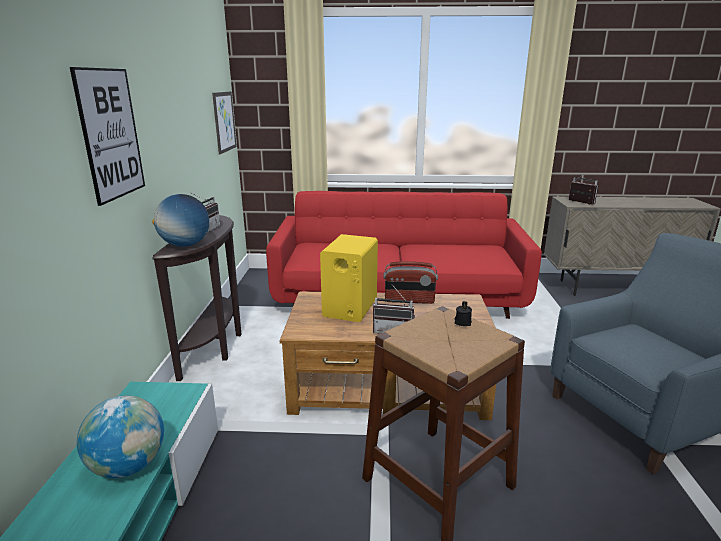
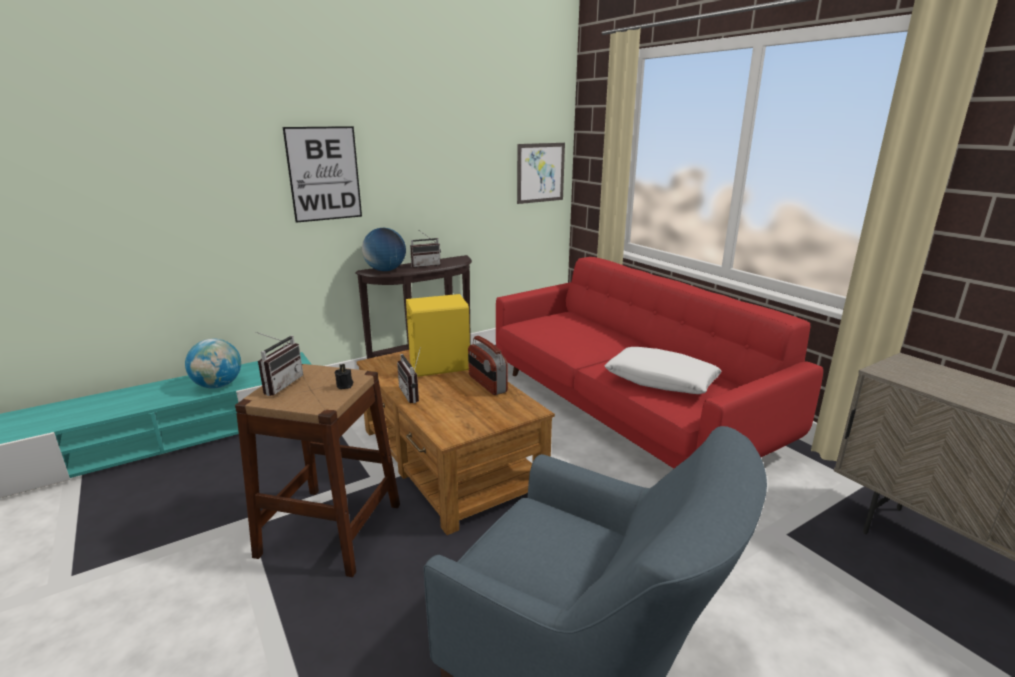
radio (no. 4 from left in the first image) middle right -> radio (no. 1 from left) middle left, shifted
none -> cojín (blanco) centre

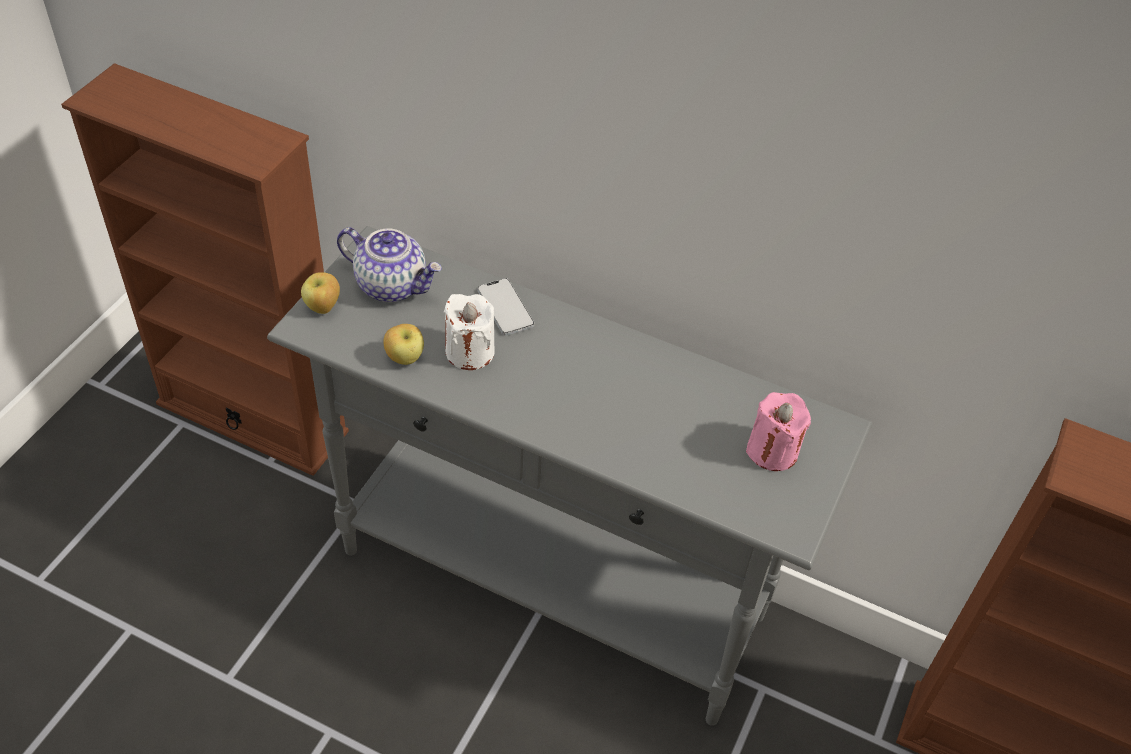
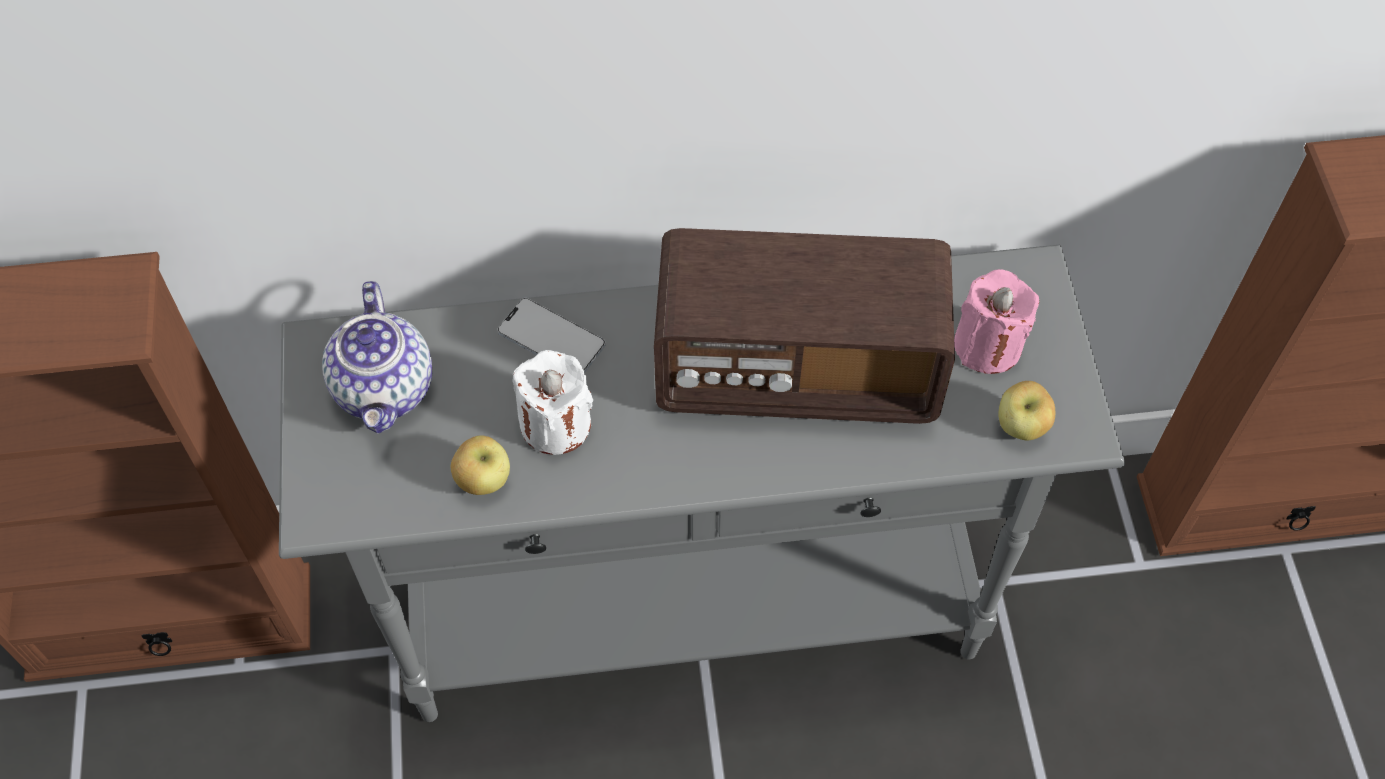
tetera centre -> tetera middle left, 90 degrees clockwise
manzana (no. 1 from left in the first image) middle left -> manzana (no. 2 from left) middle right, shifted
none -> radio centre

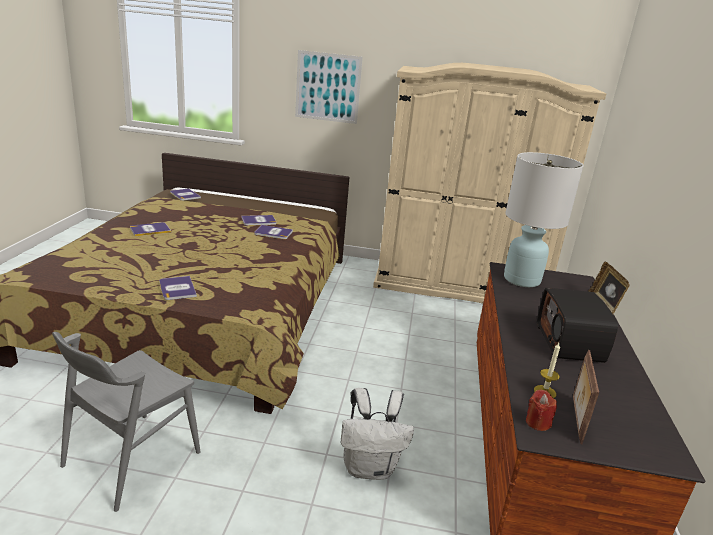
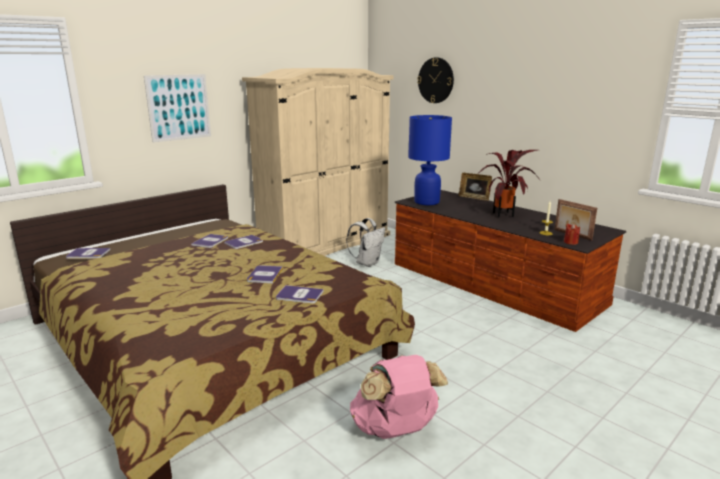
lámpara de mesa (blanco) middle right -> lámpara de mesa (azul) centre
libro (no. 1 from left in the first image) middle left -> libro (no. 4 from left) centre, shifted
radio middle right -> planta en maceta middle right
silla (gris) bottom left -> mochila (rosa) bottom centre
mochila (blanco) bottom centre -> mochila (blanco) centre, shifted
none -> reloj de pared top centre

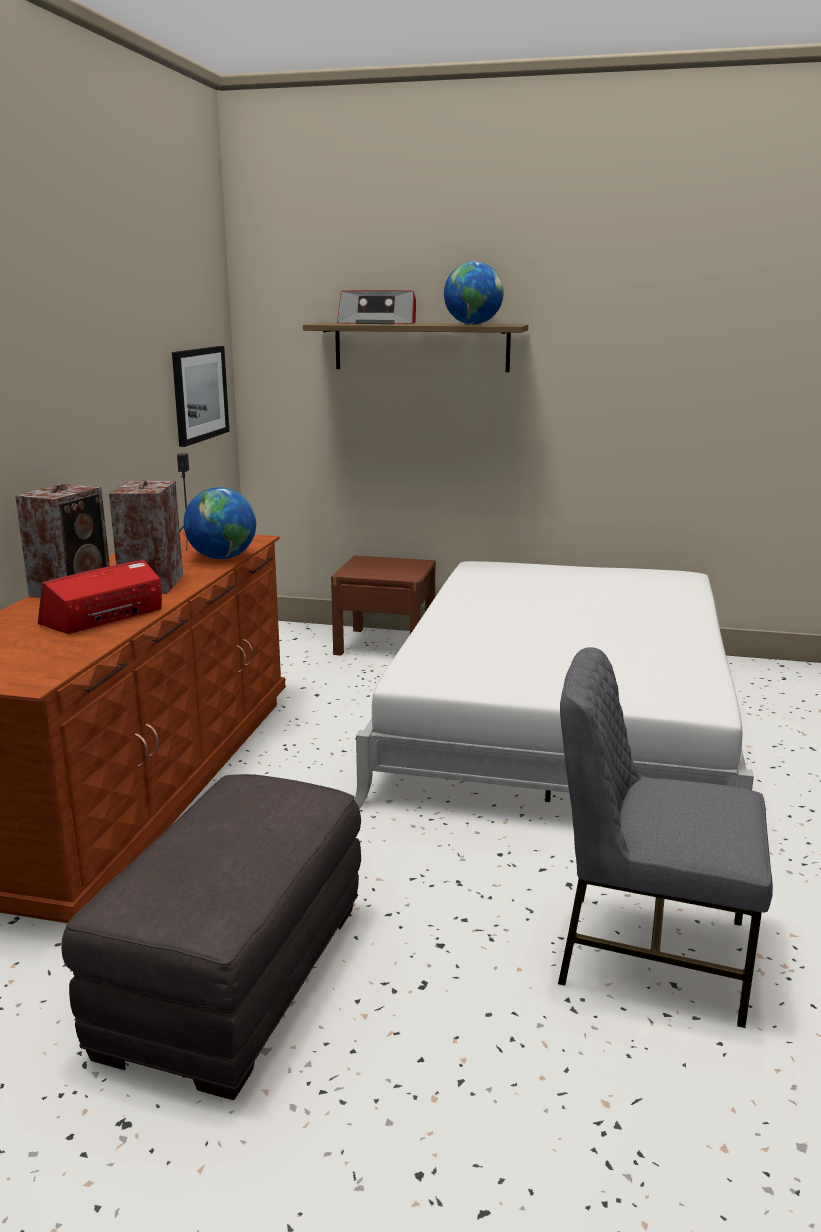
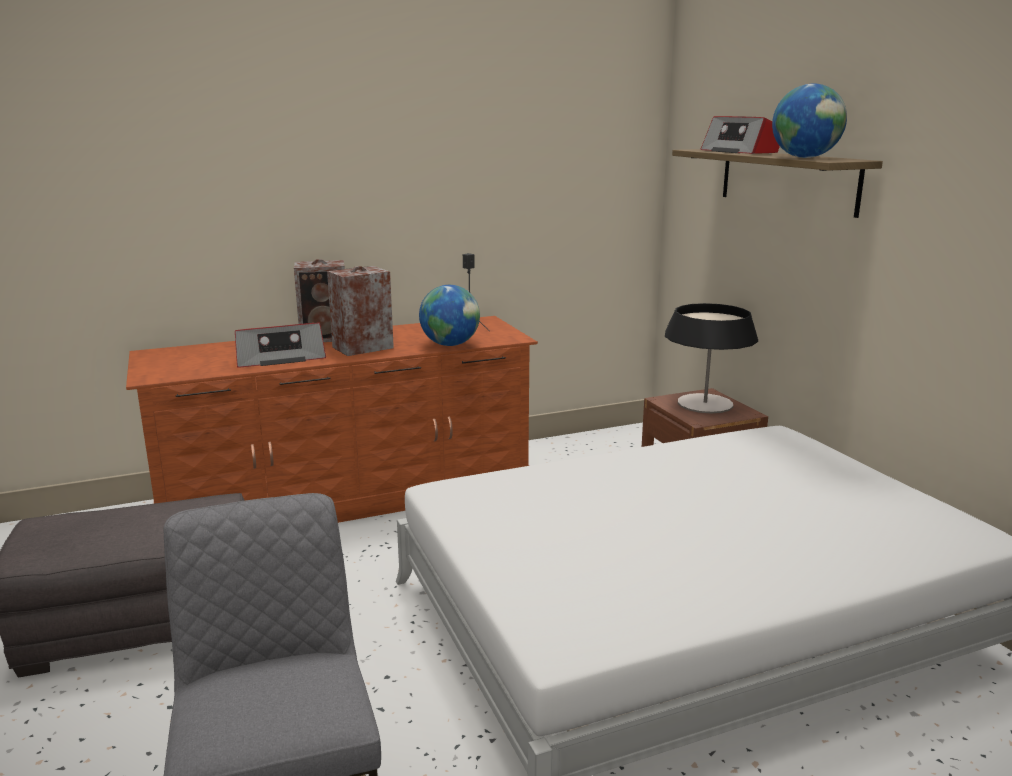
cuadro top left -> none
radio (no. 1 from left) middle left, 150 degrees clockwise
none -> lámpara de mesa middle right

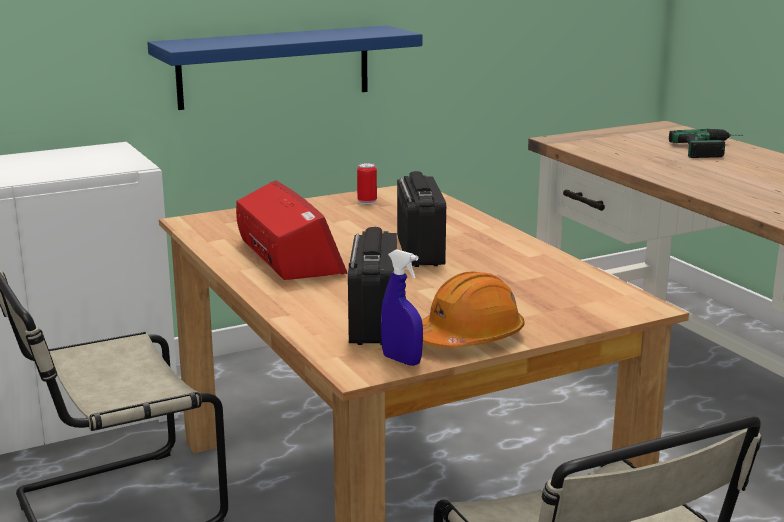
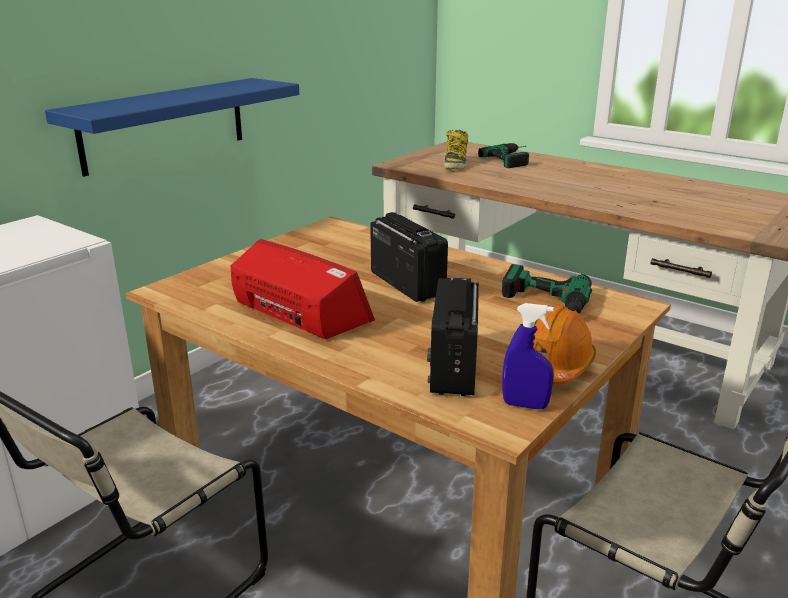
lata centre -> none
radio (no. 2 from left in the first image) centre -> radio (no. 3 from left) centre, 150 degrees counterclockwise
none -> bota top centre
none -> taladro (no. 2 from left) middle right

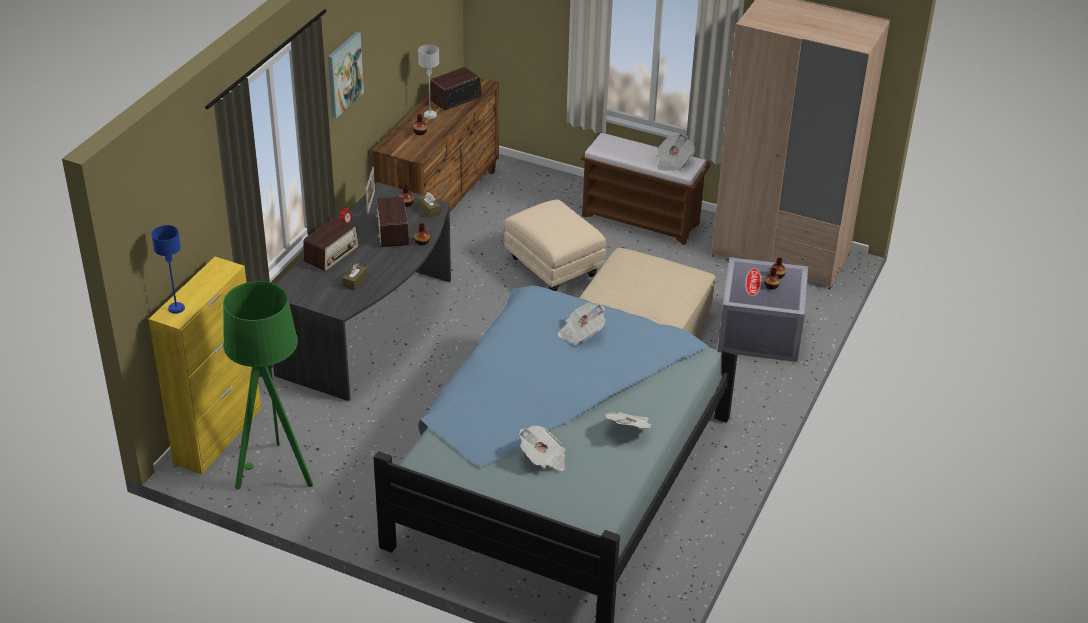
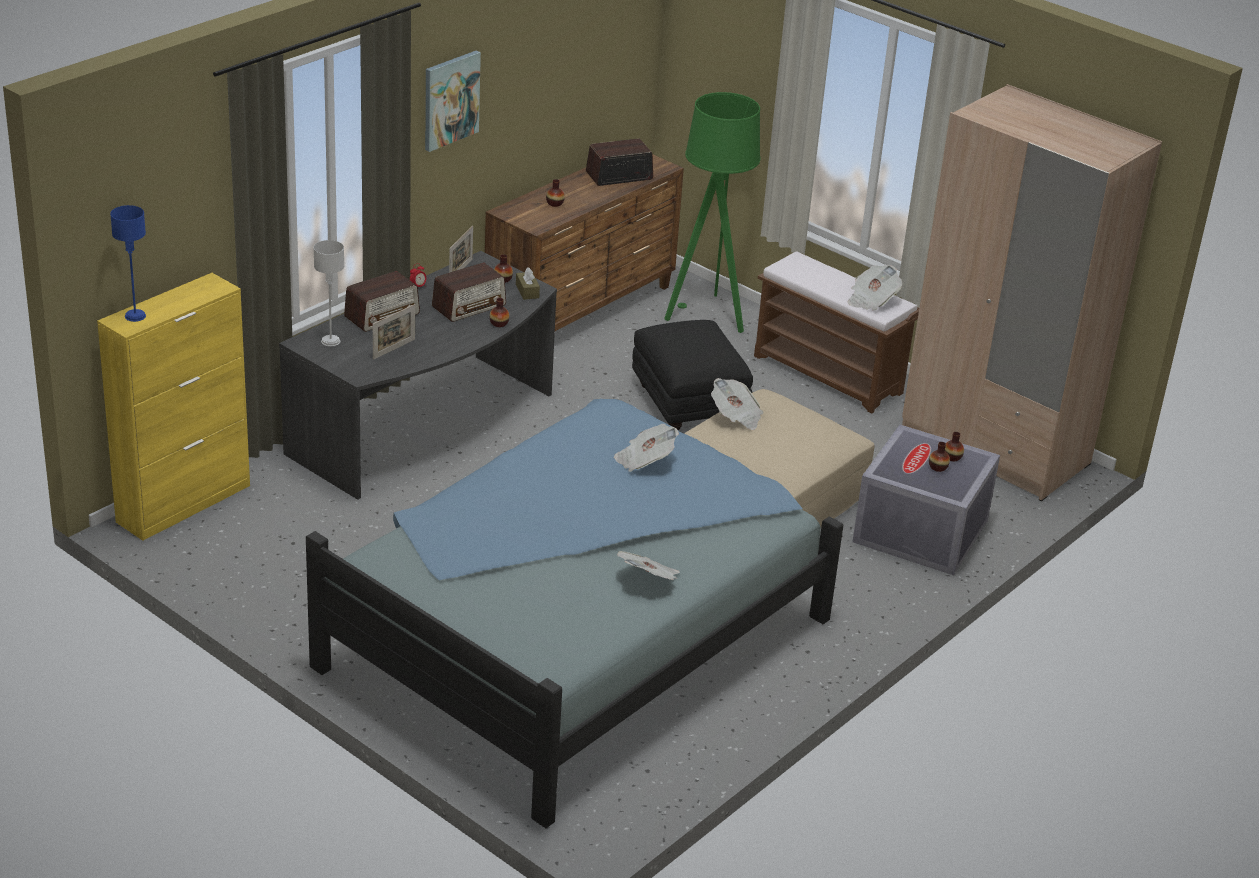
lámpara de mesa (gris) top centre -> lámpara de mesa (gris) middle left, shifted
radio (no. 2 from left) centre -> radio (no. 2 from left) top centre, 135 degrees counterclockwise
puf (beis) (no. 1 from left) centre -> puf (negro) centre
caja de pañuelos (marrón) (no. 1 from left) middle left -> portarretratos (no. 1 from left) middle left
lámpara de pie (verde) middle left -> lámpara de pie (verde) top centre, shifted
periódico (no. 1 from left in the first image) bottom centre -> periódico (no. 3 from left) centre, shifted

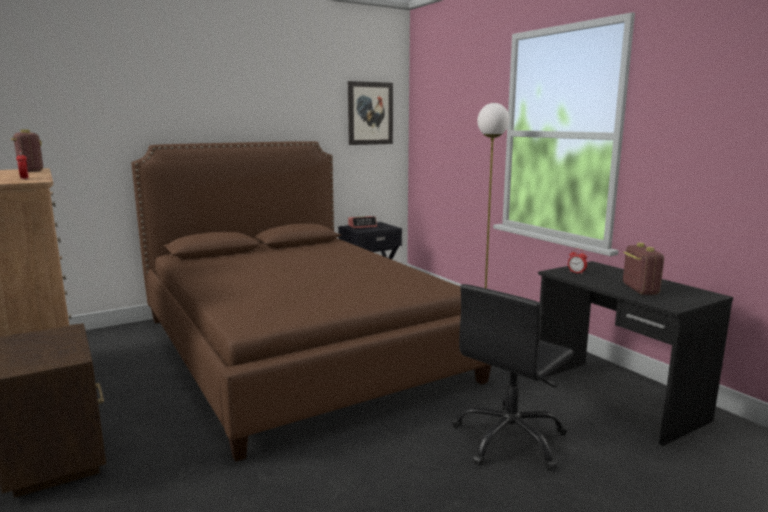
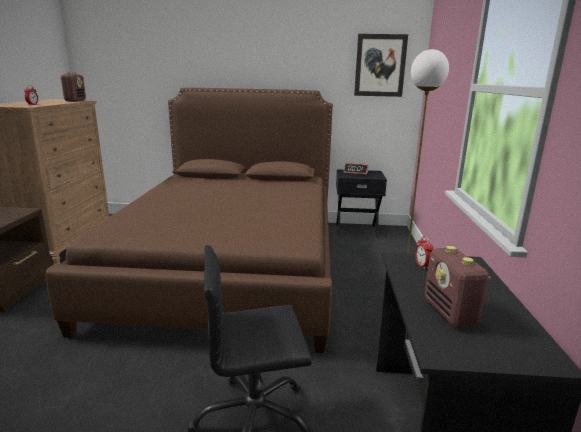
radio (no. 2 from left) middle right, 135 degrees clockwise

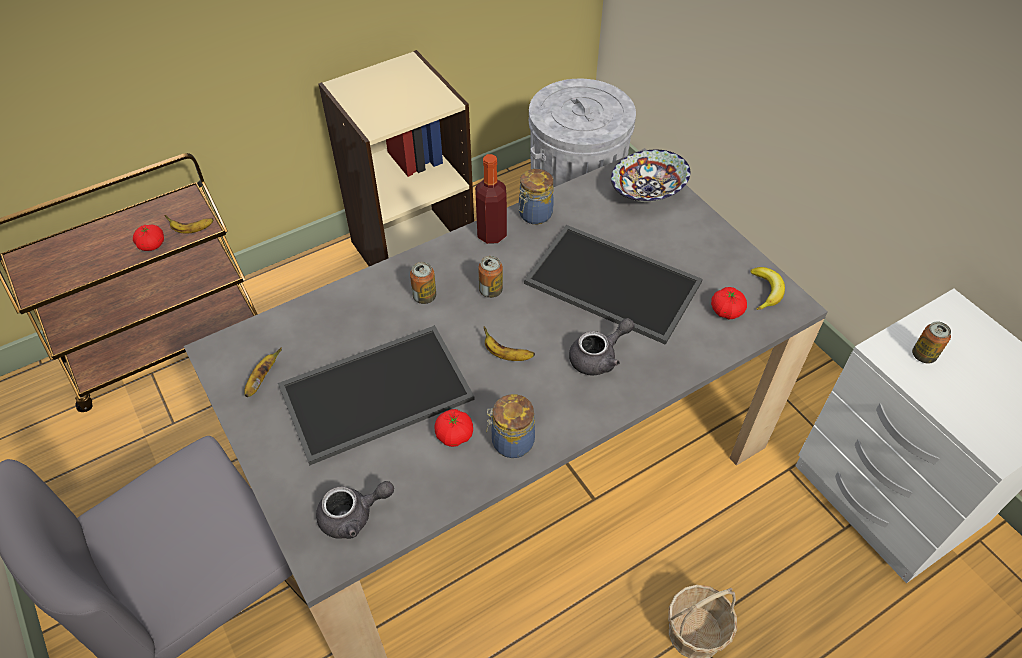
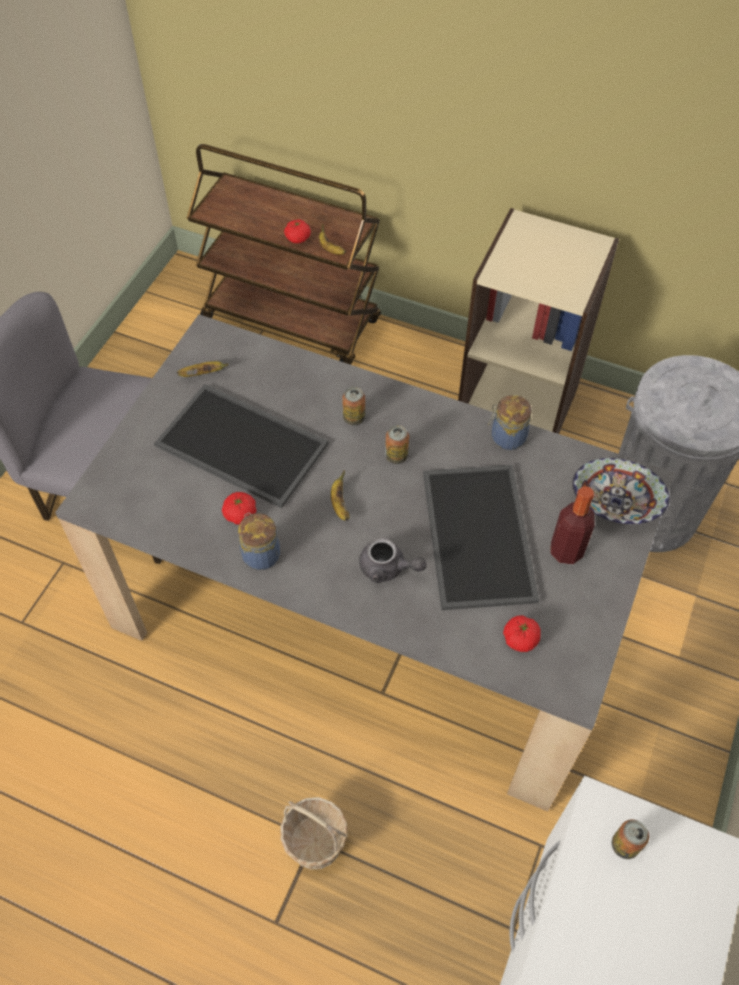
botella top centre -> botella middle right, shifted
plátano (no. 4 from left) middle right -> none
tetera (gris) (no. 1 from left) bottom centre -> none

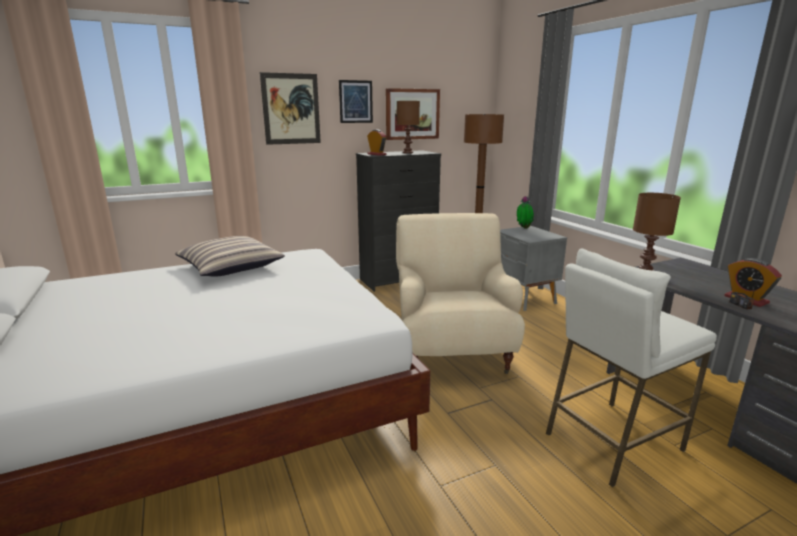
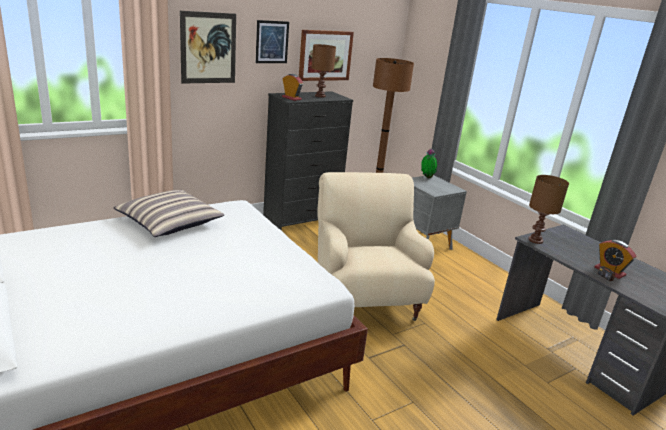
taburete (blanco) bottom right -> none

